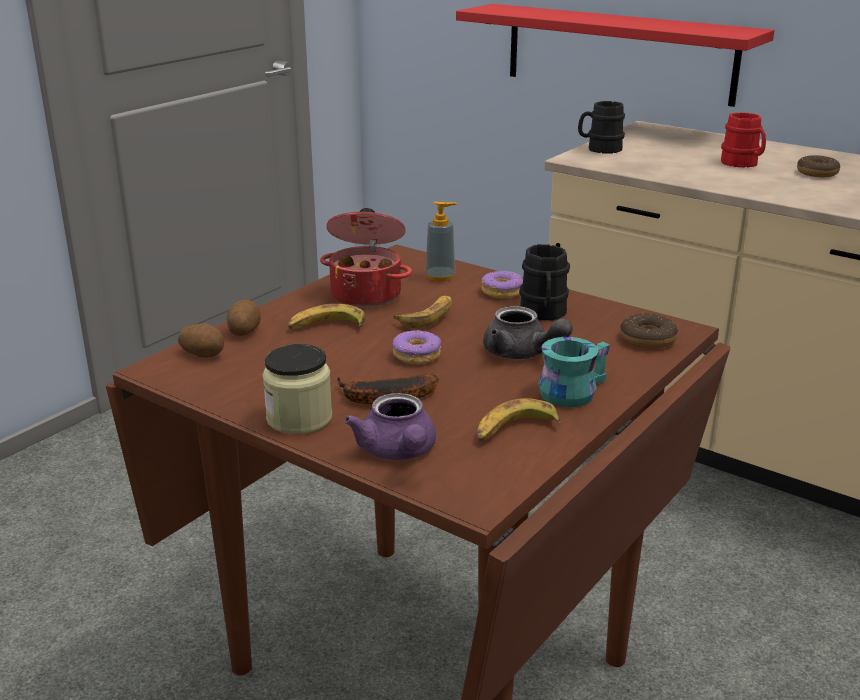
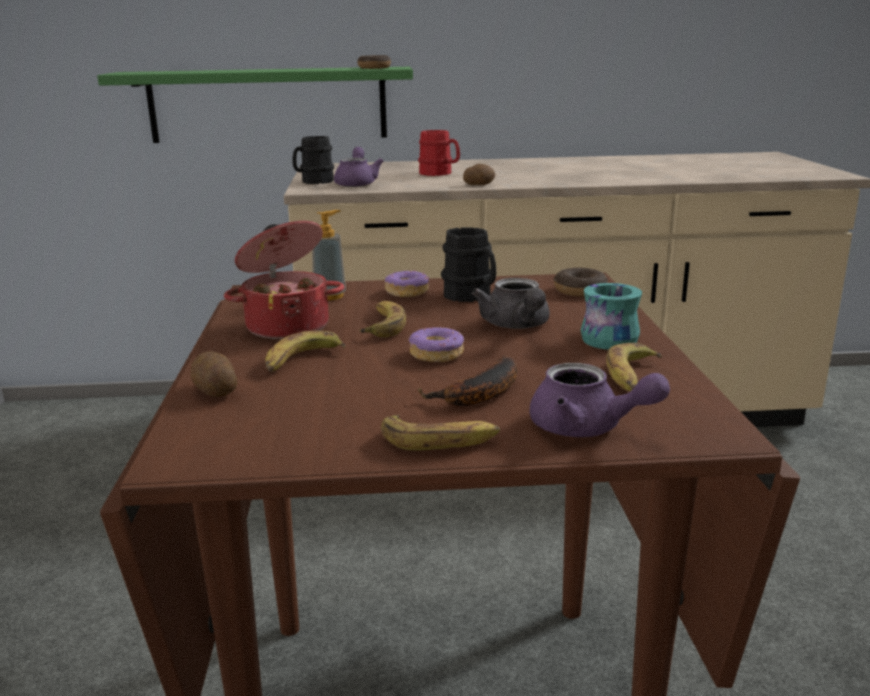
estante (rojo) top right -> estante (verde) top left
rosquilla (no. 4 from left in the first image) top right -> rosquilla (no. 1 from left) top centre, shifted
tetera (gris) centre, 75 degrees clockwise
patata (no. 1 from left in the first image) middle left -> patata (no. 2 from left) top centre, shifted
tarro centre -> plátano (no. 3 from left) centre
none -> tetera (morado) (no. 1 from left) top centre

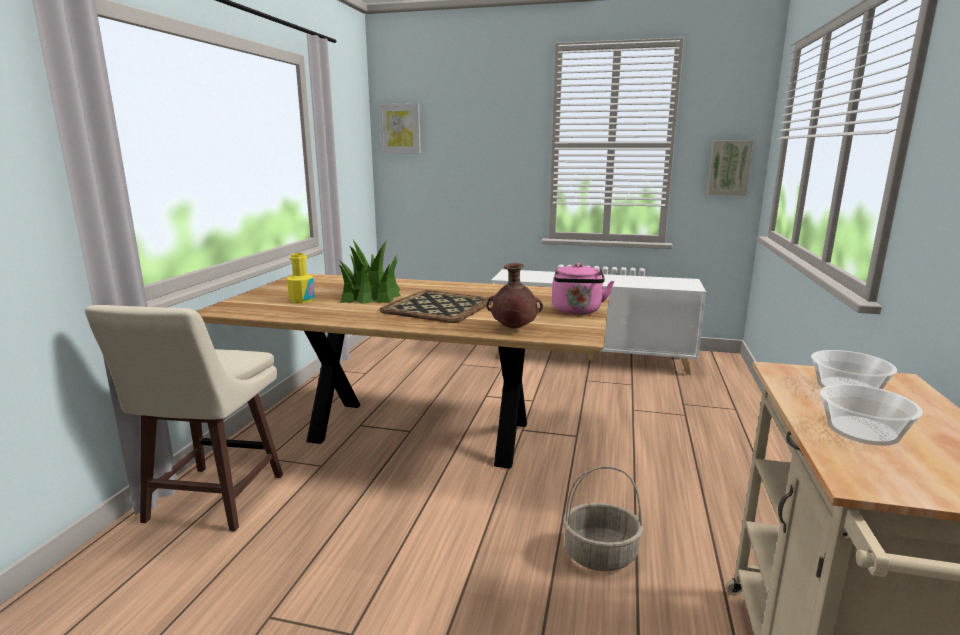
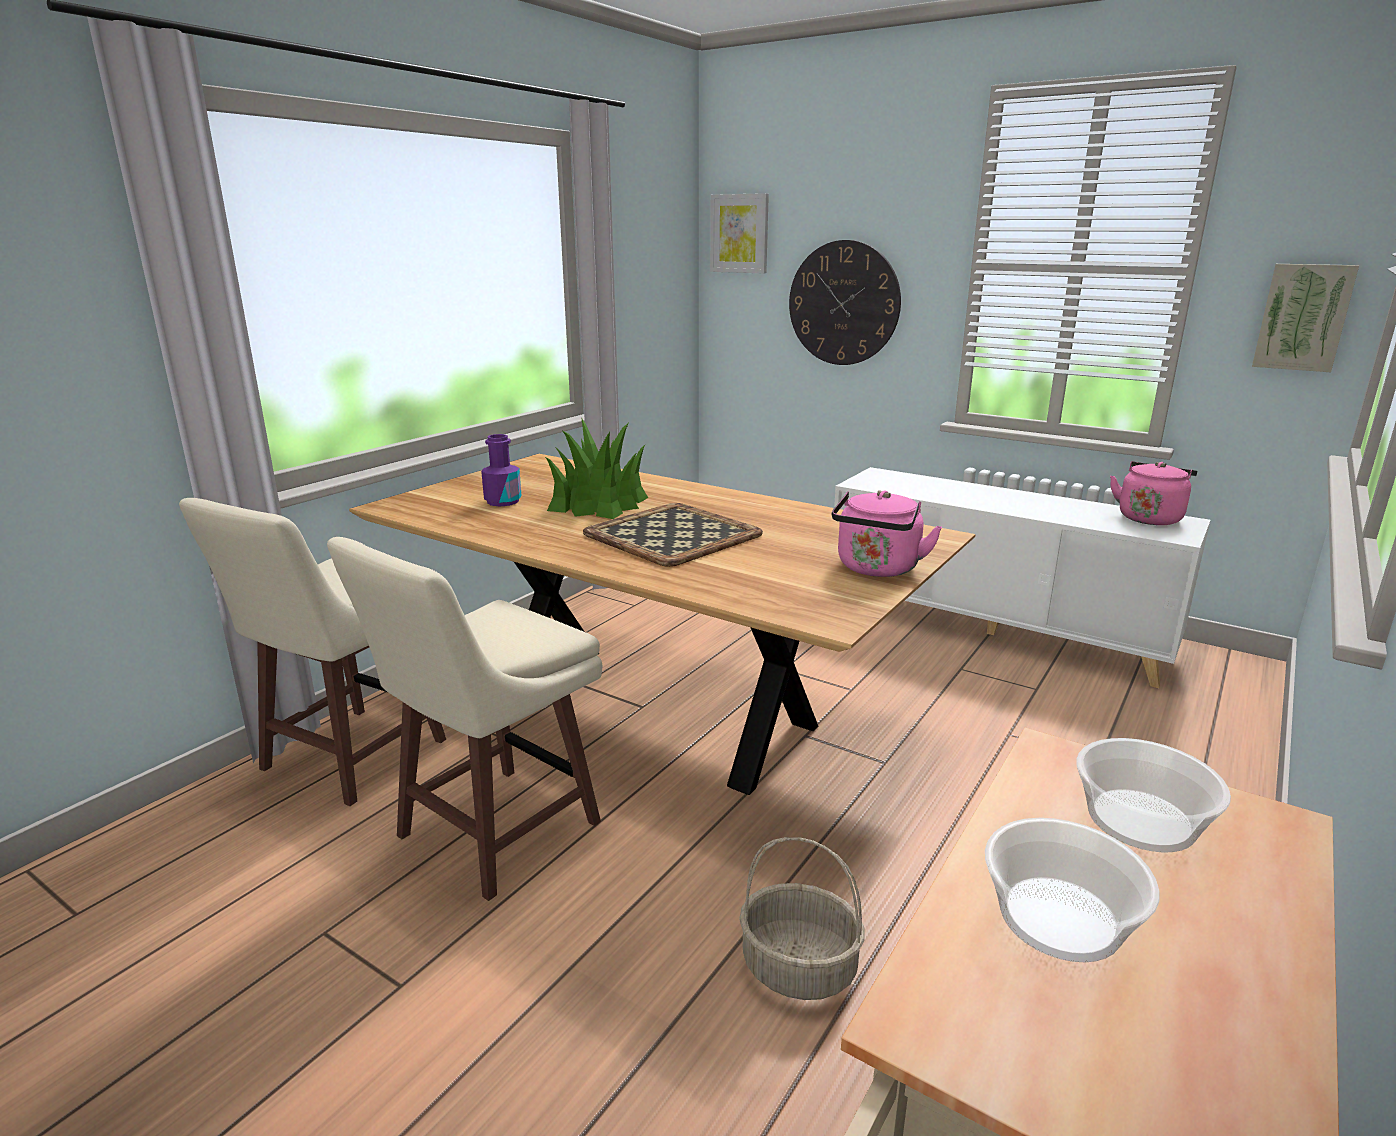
botella (amarillo) middle left -> botella (morado) centre
florero (marrón) centre -> none
none -> reloj de pared top centre
none -> hervidor (rosa) (no. 2 from left) middle right
none -> taburete (beis) (no. 2 from left) middle left

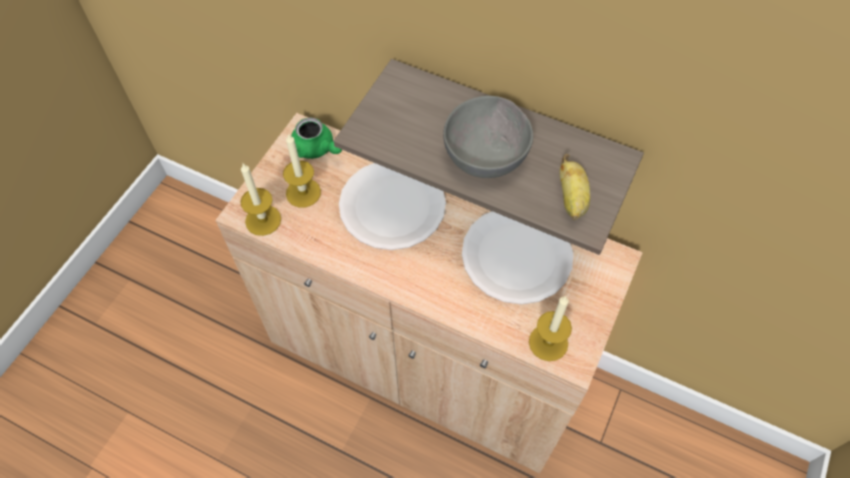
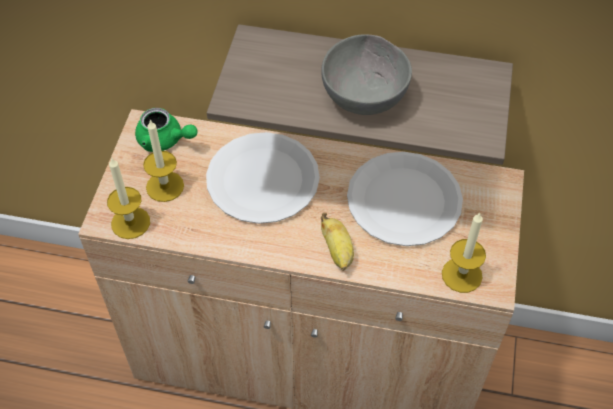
plátano middle right -> plátano centre, shifted

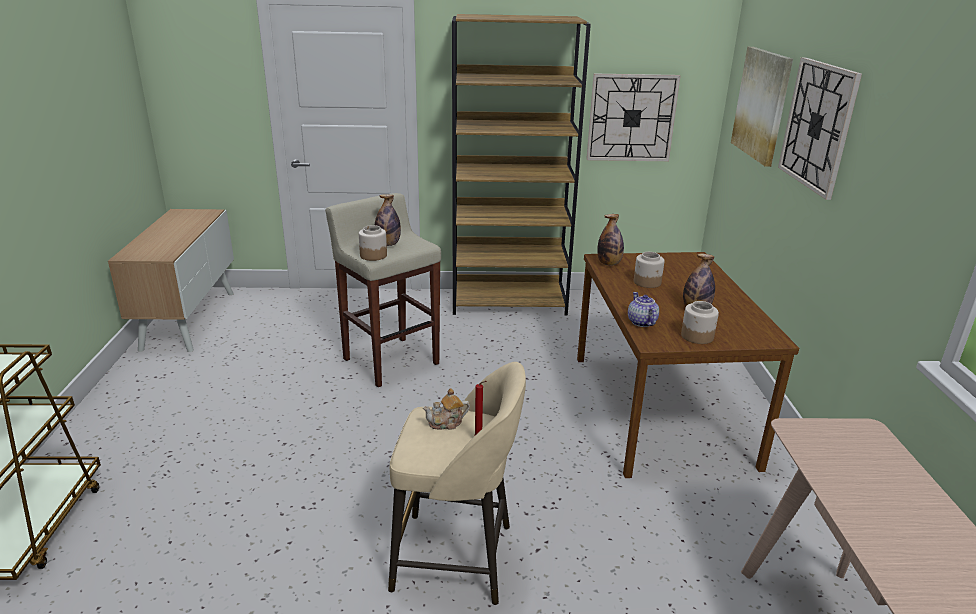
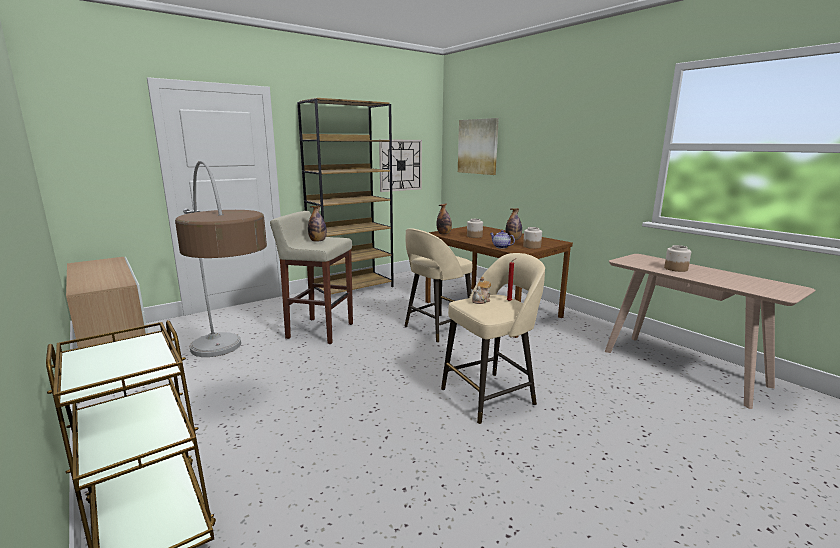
reloj de pared (no. 2 from left) top right -> none
tarro (no. 1 from left in the first image) centre -> tarro (no. 3 from left) middle right, shifted
none -> lámpara de pie middle left
none -> taburete (beis) (no. 2 from left) centre

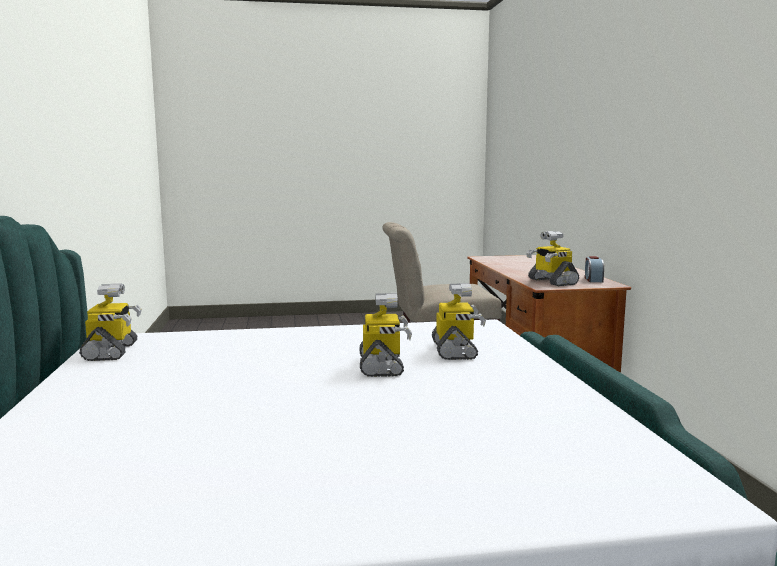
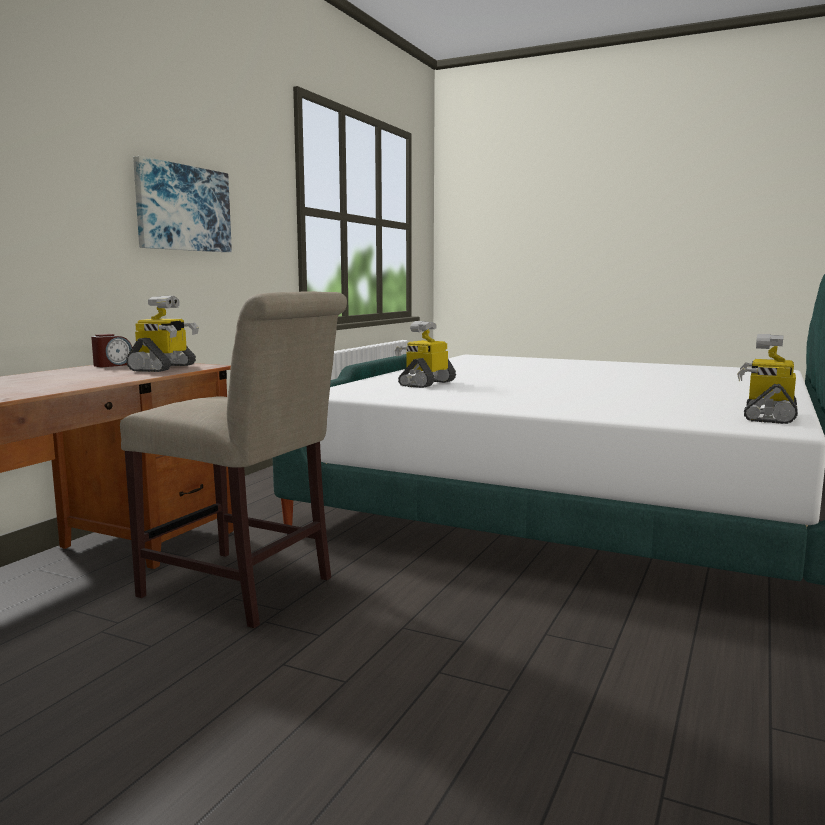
robot de juguete (no. 2 from left) centre -> none
none -> cuadro top left

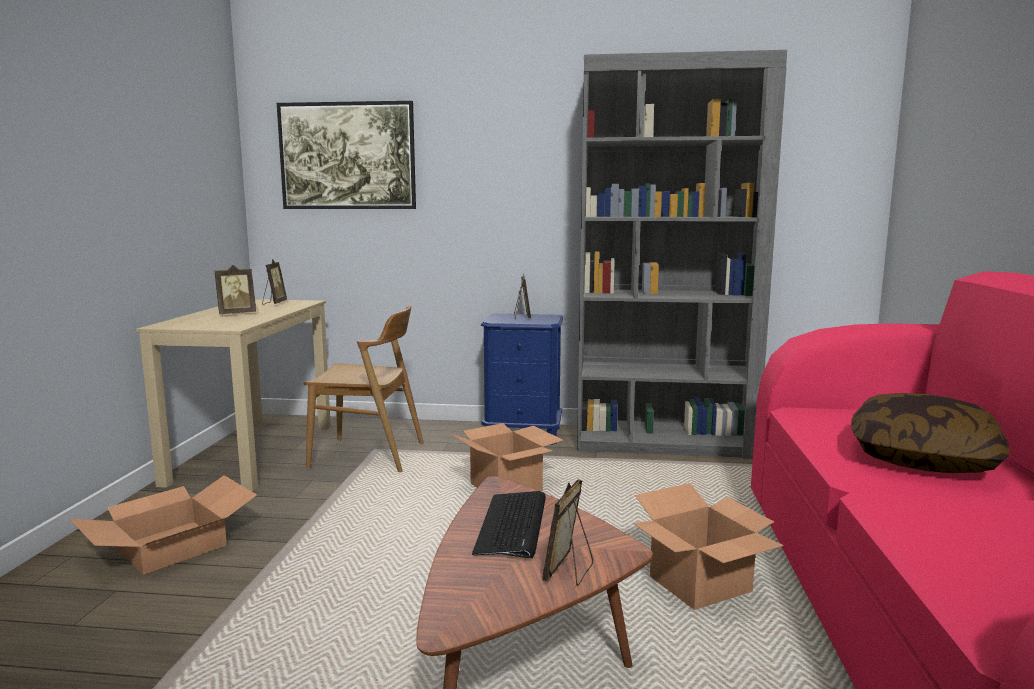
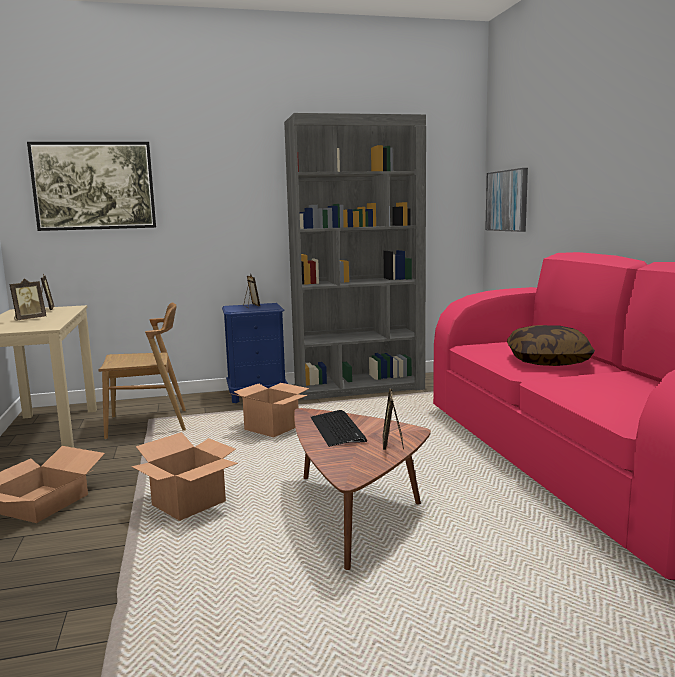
caja de cartón (no. 3 from left in the first image) bottom right -> caja de cartón (no. 2 from left) bottom left, shifted
none -> cuadro (no. 2 from left) top right

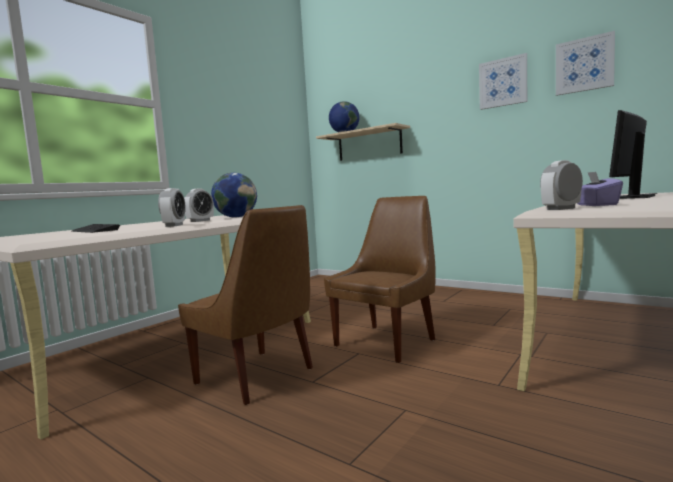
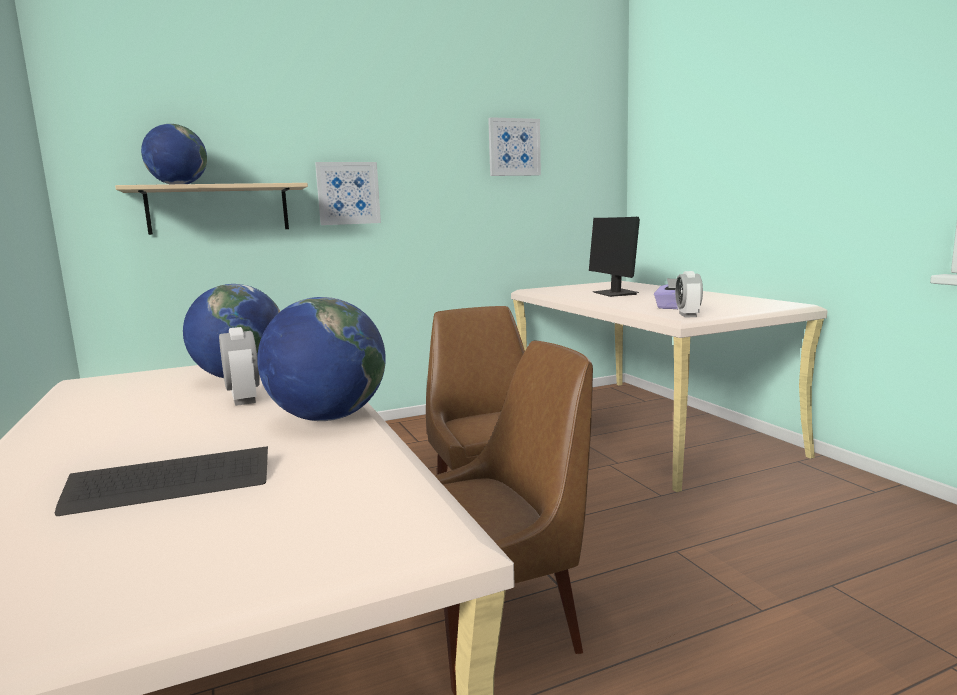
cuadro (no. 1 from left) top right -> cuadro (no. 1 from left) top centre, shifted
despertador (no. 1 from left) middle left -> globo terráqueo (no. 3 from left) centre

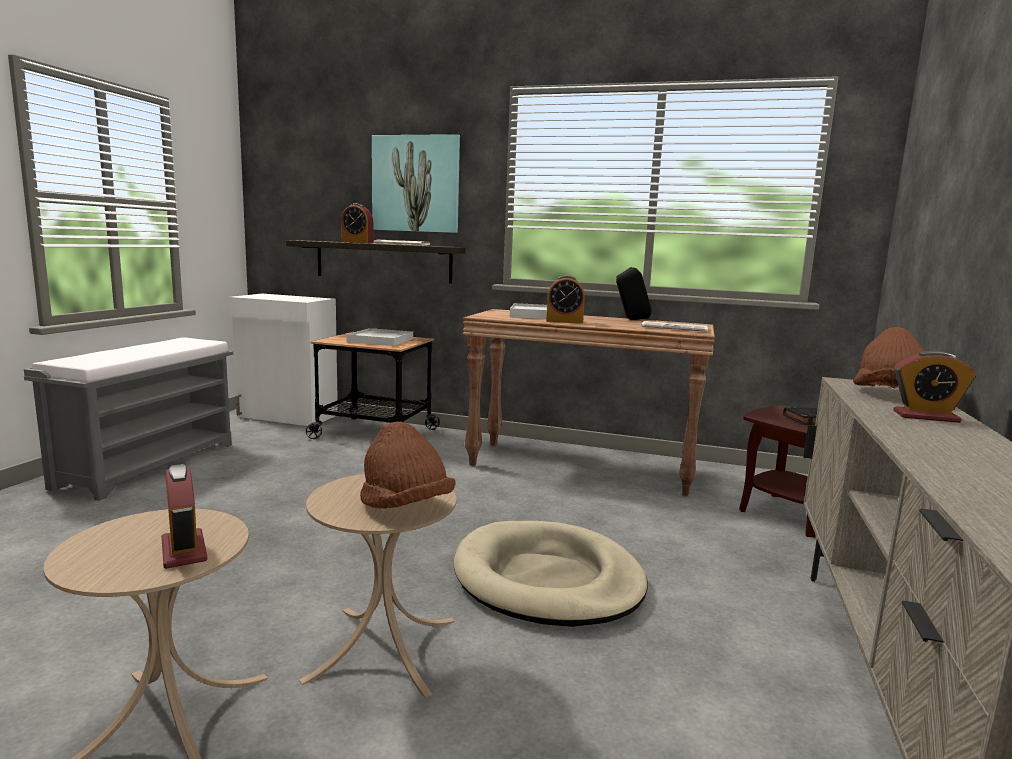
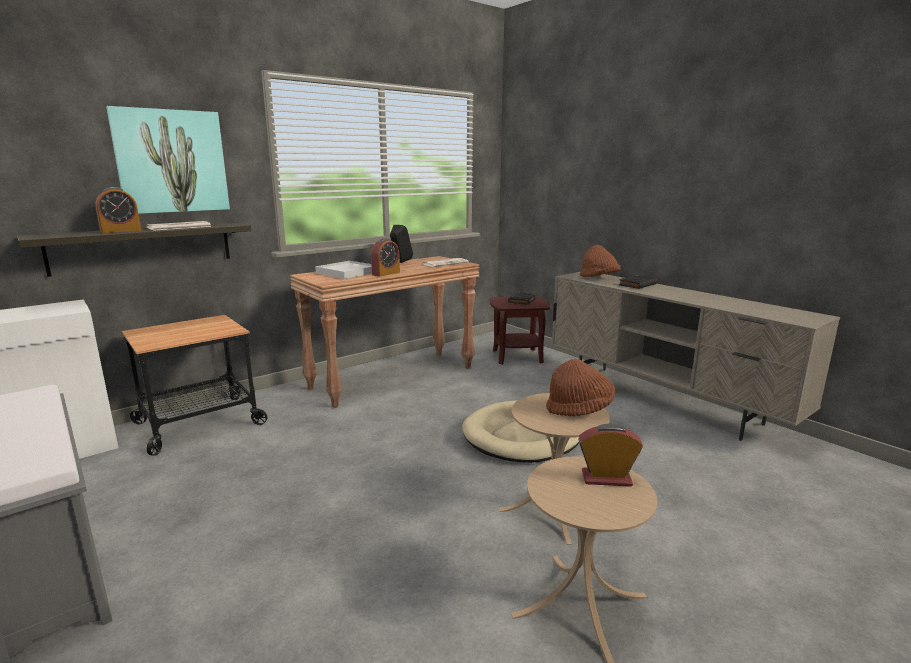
bandeja (blanco) (no. 1 from left) centre -> none
despertador (no. 4 from left) middle right -> libro (negro) (no. 2 from left) middle right

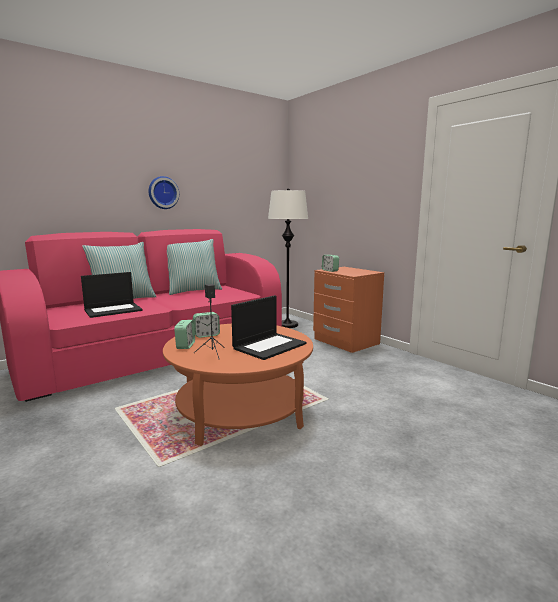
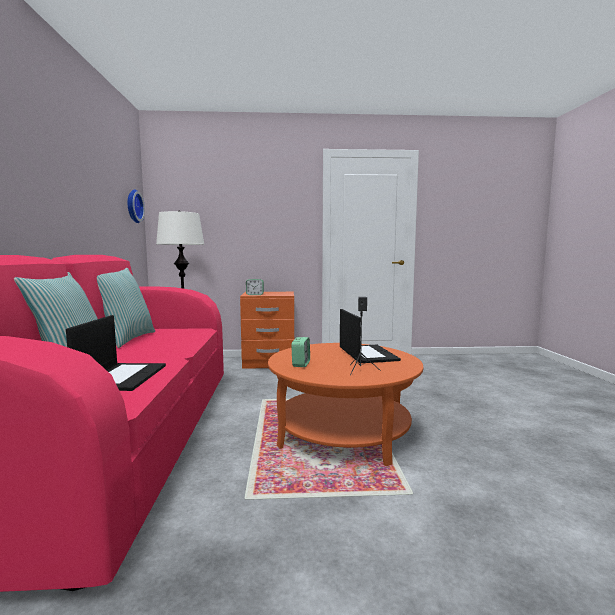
reloj de pared top left -> reloj de pared middle left, shifted
despertador (no. 1 from left) middle left -> none

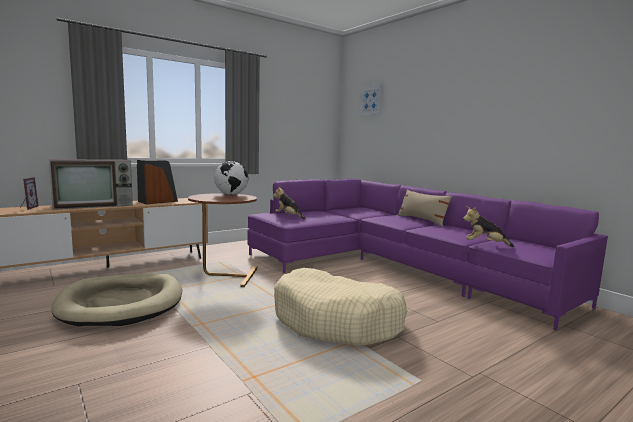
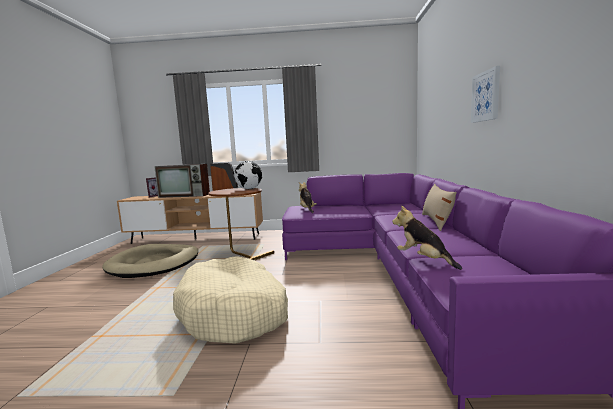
cuadro top centre -> cuadro top right, shifted

